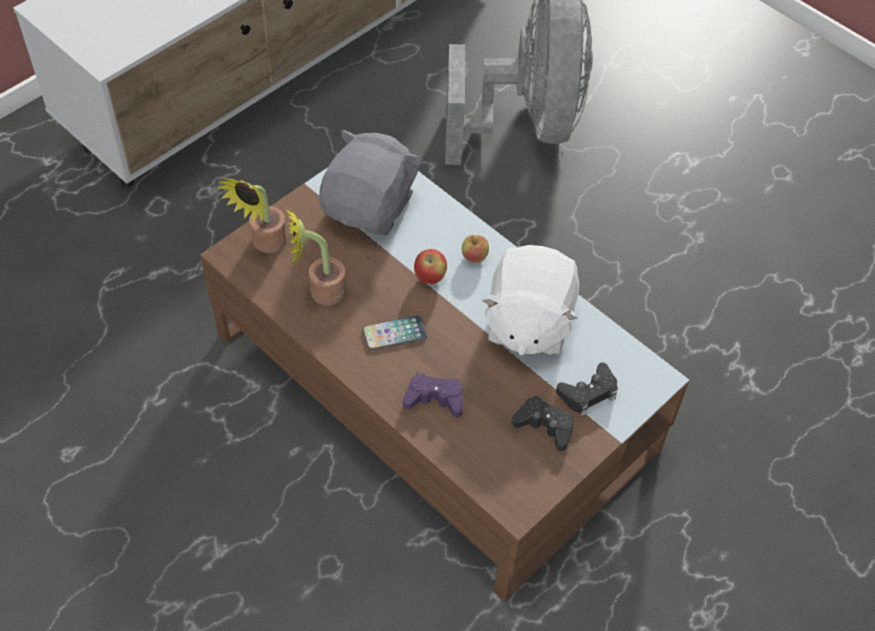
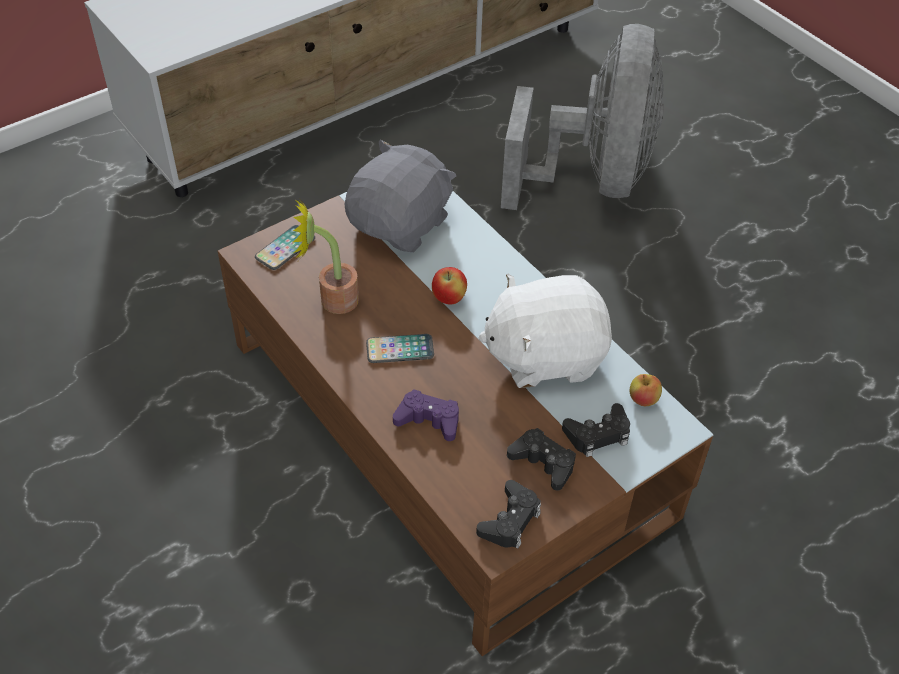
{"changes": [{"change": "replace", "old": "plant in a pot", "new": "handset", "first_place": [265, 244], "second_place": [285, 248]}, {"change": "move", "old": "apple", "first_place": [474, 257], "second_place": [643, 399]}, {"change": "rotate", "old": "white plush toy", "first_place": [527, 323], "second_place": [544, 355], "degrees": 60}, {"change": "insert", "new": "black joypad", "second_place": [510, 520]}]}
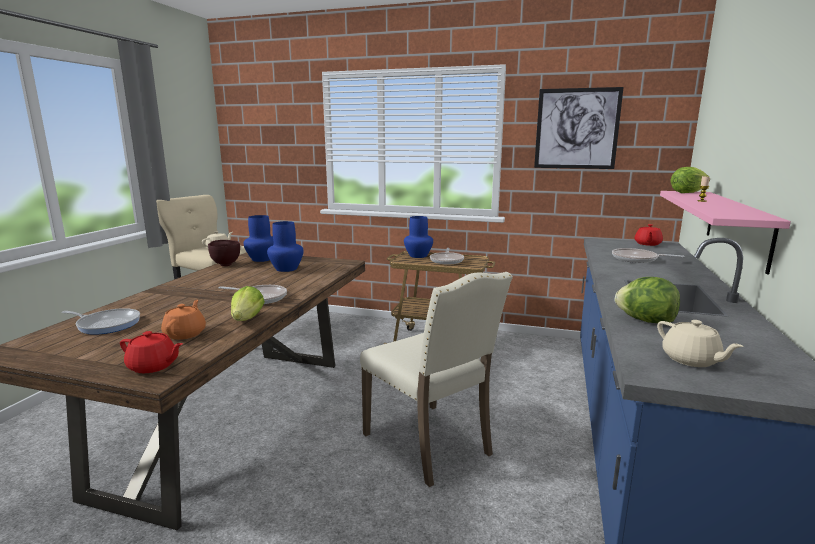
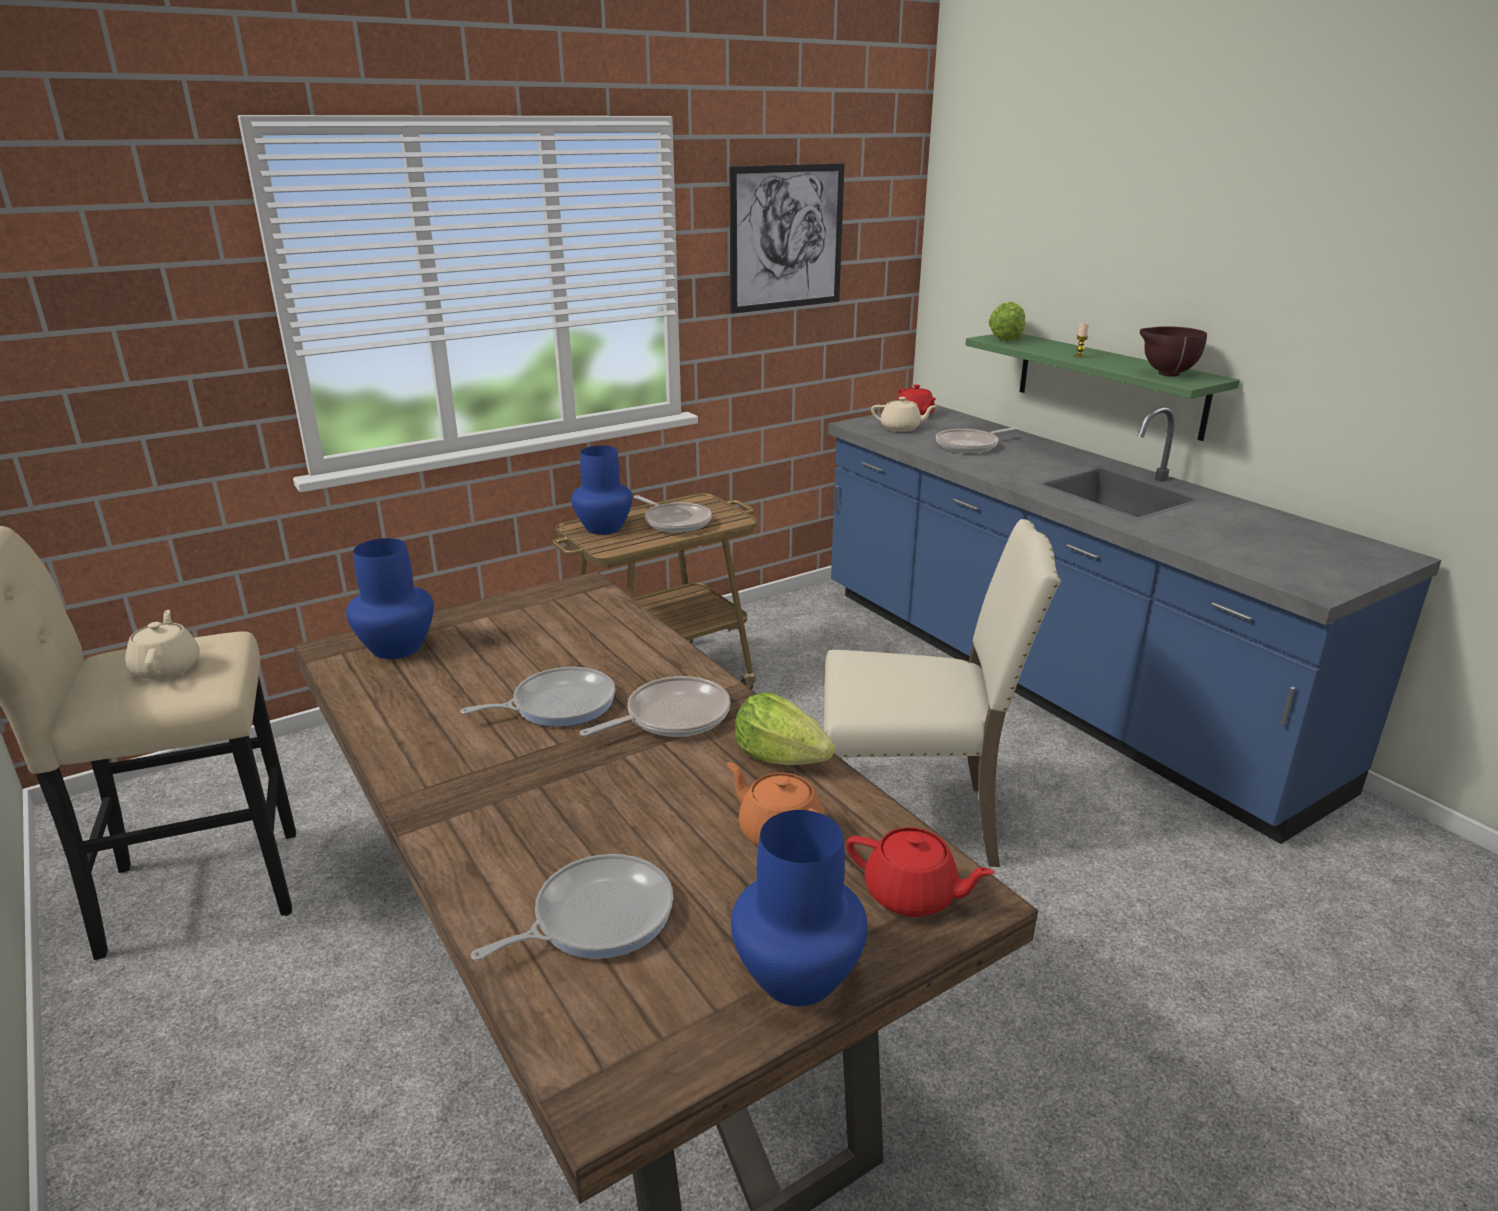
{"changes": [{"change": "recolor", "old": "pink-coloured shelf", "new": "green-coloured shelf", "first_place": [737, 227], "second_place": [1109, 383]}, {"change": "move", "old": "blue-coloured decorative vase", "first_place": [287, 269], "second_place": [798, 974]}, {"change": "move", "old": "brown bowl", "first_place": [225, 264], "second_place": [1165, 374]}, {"change": "delete", "old": "lettuce head", "first_place": [645, 321]}, {"change": "move", "old": "beige-coloured teapot", "first_place": [691, 360], "second_place": [901, 428]}, {"change": "rotate", "old": "red-coloured teapot", "first_place": [153, 366], "second_place": [912, 895], "degrees": 60}, {"change": "insert", "new": "skillet", "second_place": [558, 704]}]}
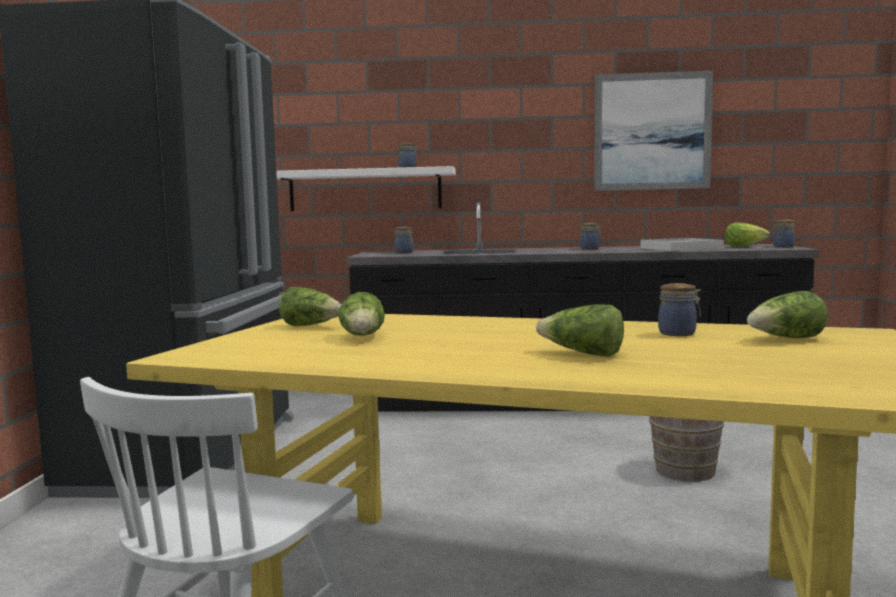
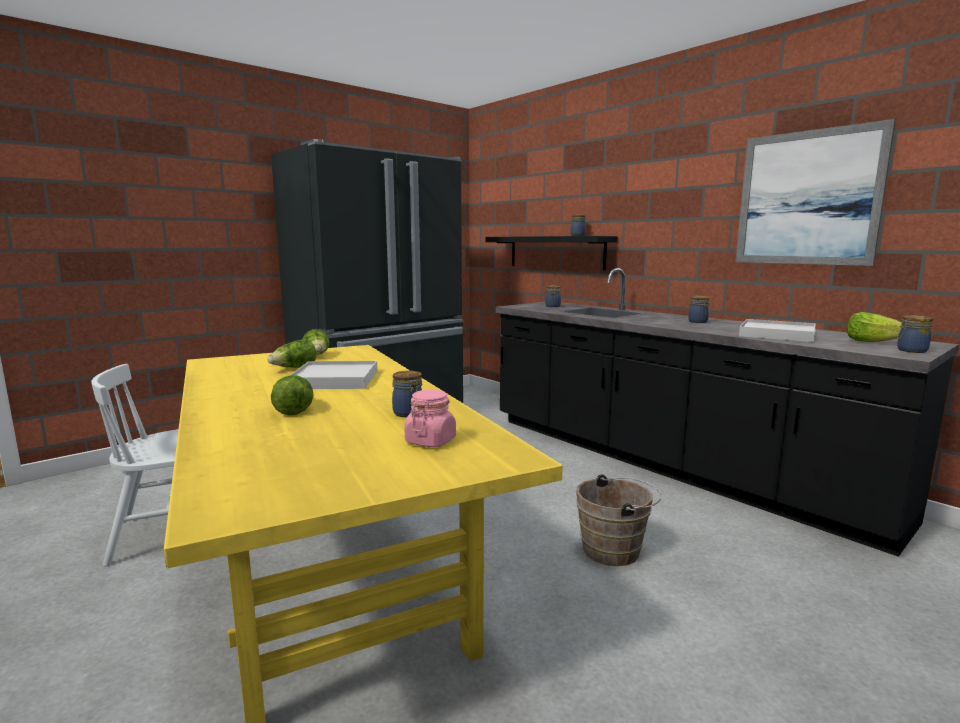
{"changes": [{"change": "recolor", "old": "white shelf", "new": "black shelf", "first_place": [365, 190], "second_place": [555, 252]}, {"change": "replace", "old": "lettuce head", "new": "pink-coloured preserve jar", "first_place": [786, 339], "second_place": [430, 441]}, {"change": "insert", "new": "white serving tray", "second_place": [335, 379]}]}
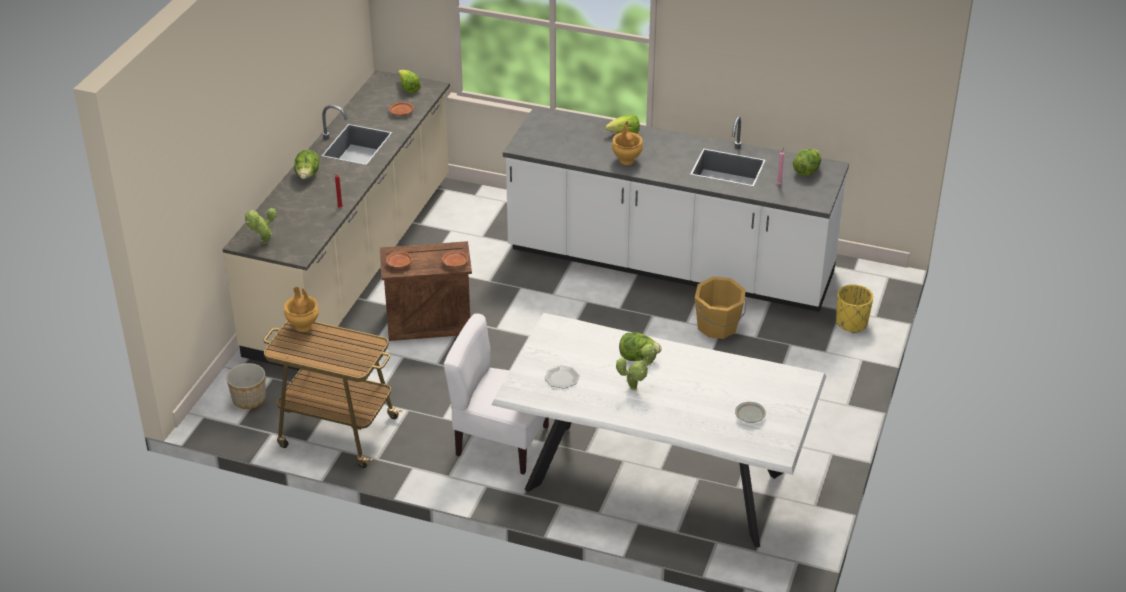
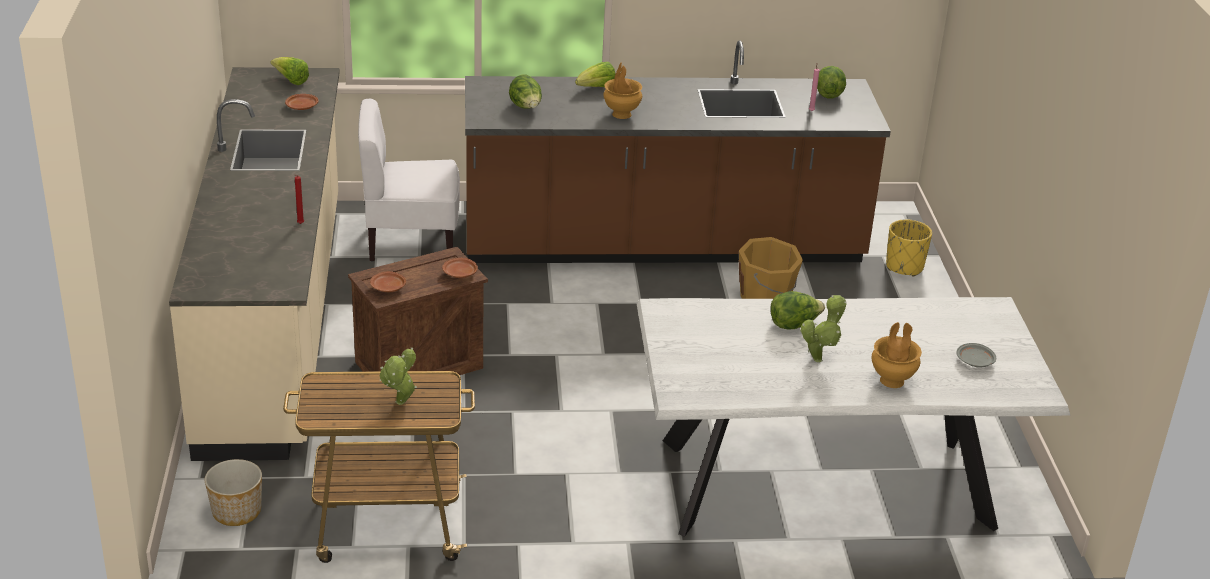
{"changes": [{"change": "recolor", "old": "white counter", "new": "brown counter", "first_place": [670, 264], "second_place": [663, 245]}, {"change": "move", "old": "lettuce head", "first_place": [307, 176], "second_place": [526, 108]}, {"change": "move", "old": "plant in a pot", "first_place": [263, 243], "second_place": [400, 404]}, {"change": "move", "old": "brown decorative vase", "first_place": [303, 326], "second_place": [892, 380]}, {"change": "move", "old": "white plain chair", "first_place": [501, 442], "second_place": [411, 243]}, {"change": "delete", "old": "dinner plate", "first_place": [562, 378]}]}
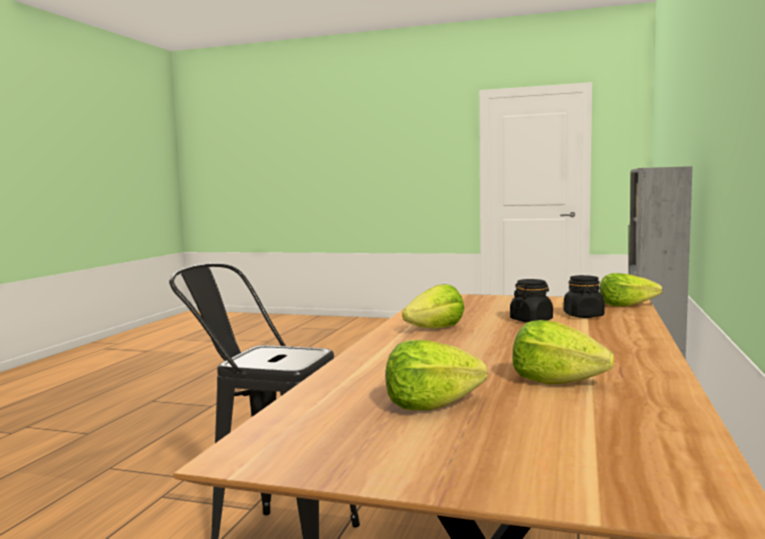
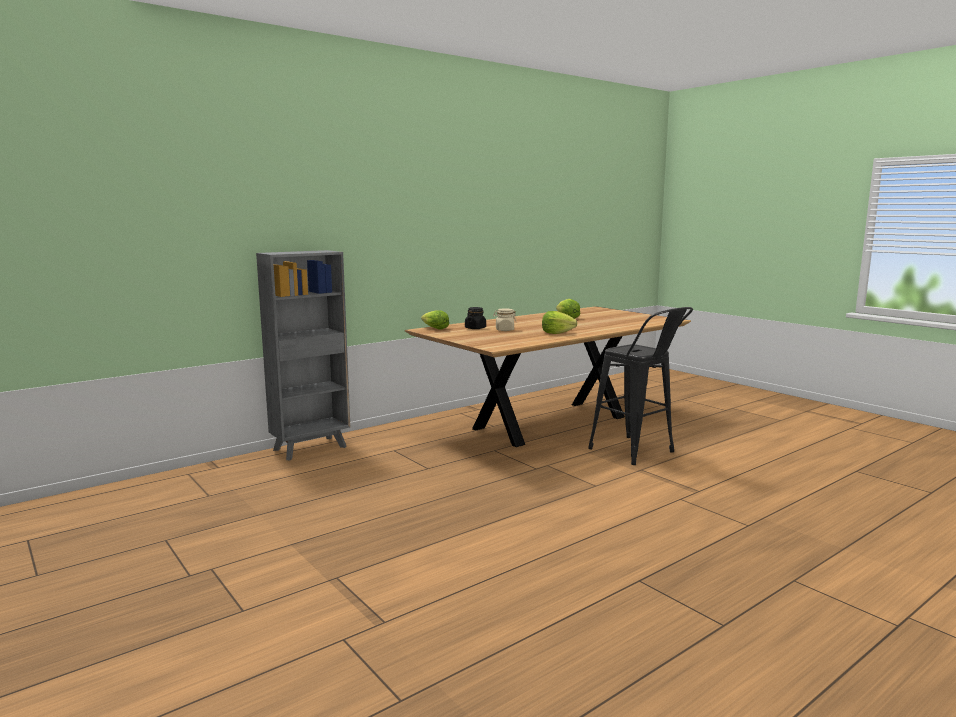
{"changes": [{"change": "recolor", "old": "black preserve jar", "new": "beige-coloured preserve jar", "first_place": [531, 320], "second_place": [504, 330]}, {"change": "delete", "old": "lettuce head", "first_place": [431, 405]}]}
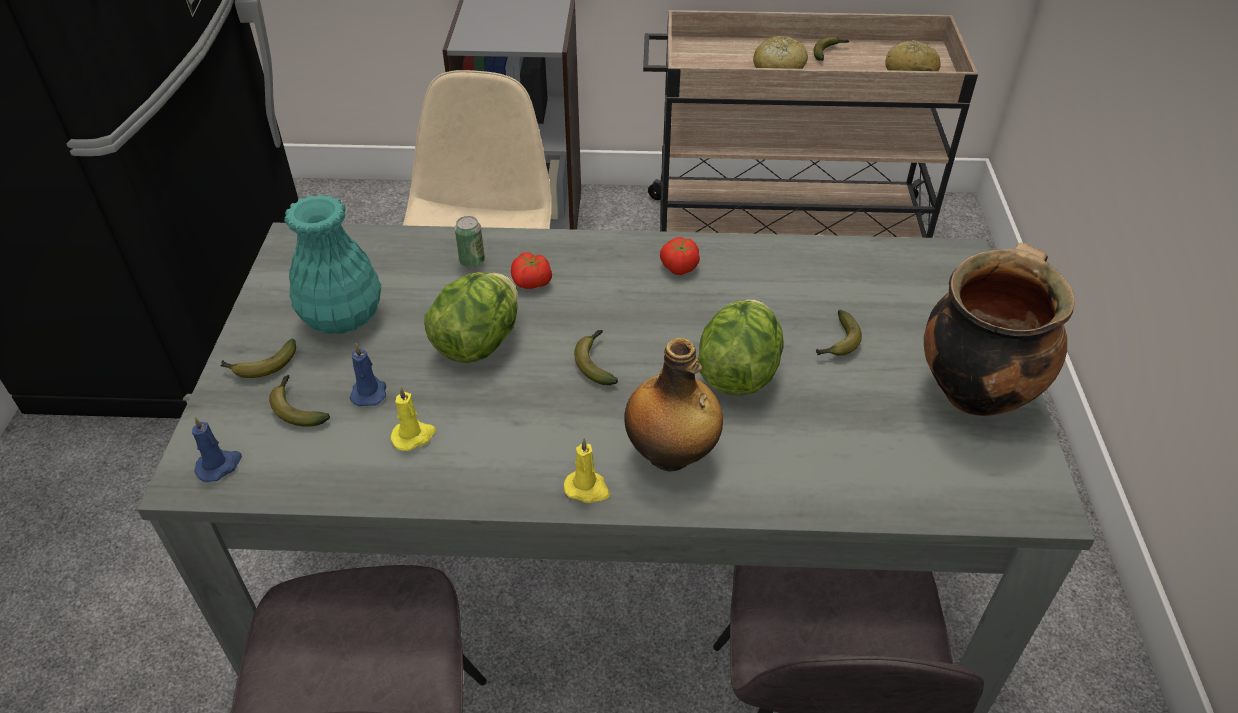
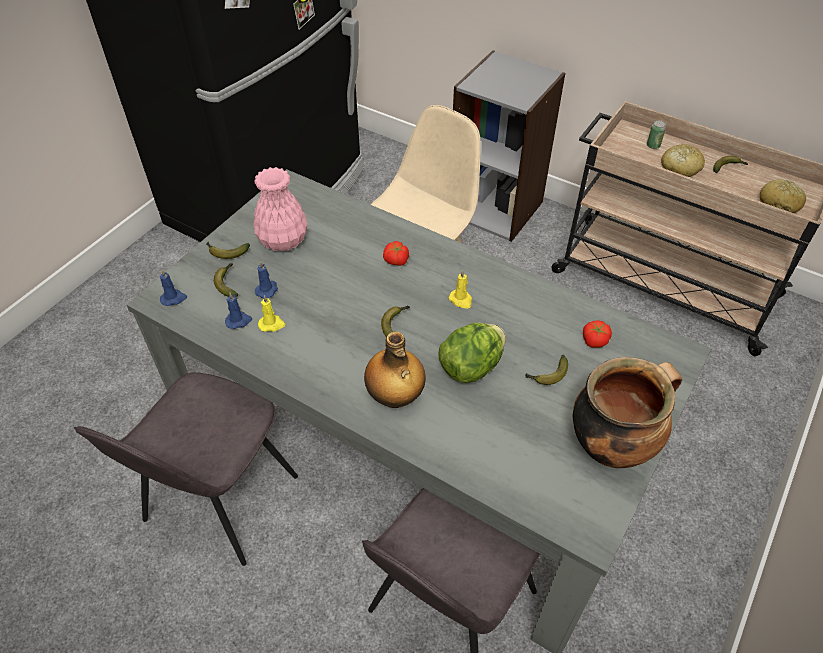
{"changes": [{"change": "recolor", "old": "turquoise decorative vase", "new": "pink-coloured decorative vase", "first_place": [344, 316], "second_place": [284, 240]}, {"change": "move", "old": "metal can", "first_place": [472, 261], "second_place": [653, 145]}, {"change": "move", "old": "fresh tomato", "first_place": [679, 266], "second_place": [594, 340]}, {"change": "delete", "old": "lettuce head", "first_place": [478, 342]}, {"change": "move", "old": "yellowish wax light", "first_place": [587, 489], "second_place": [461, 300]}, {"change": "insert", "new": "blue-coloured wax light", "second_place": [239, 321]}]}
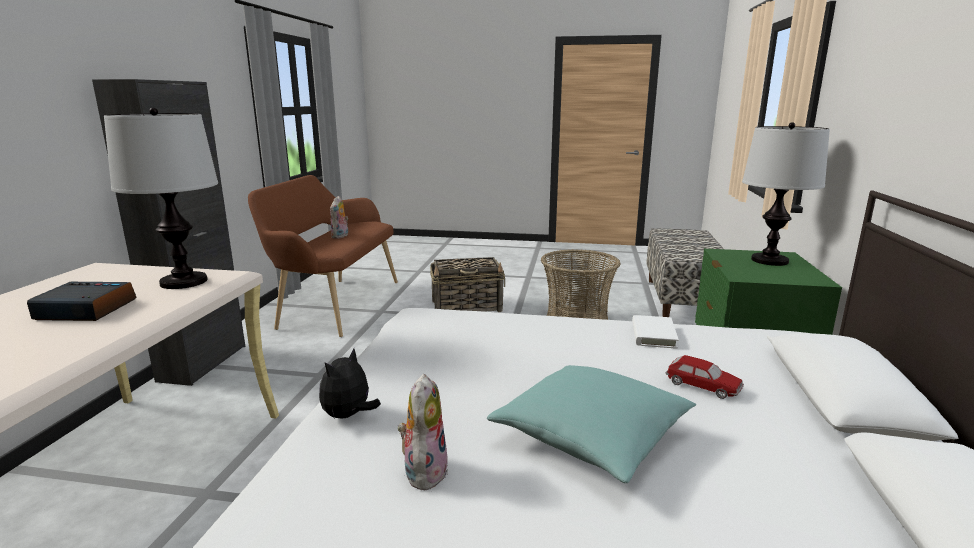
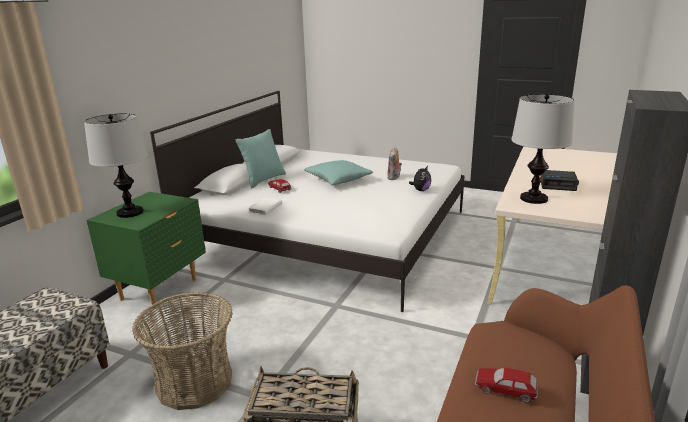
{"changes": [{"change": "replace", "old": "plush toy", "new": "toy car", "first_place": [340, 236], "second_place": [505, 389]}, {"change": "insert", "new": "turquoise throw pillow", "second_place": [263, 180]}]}
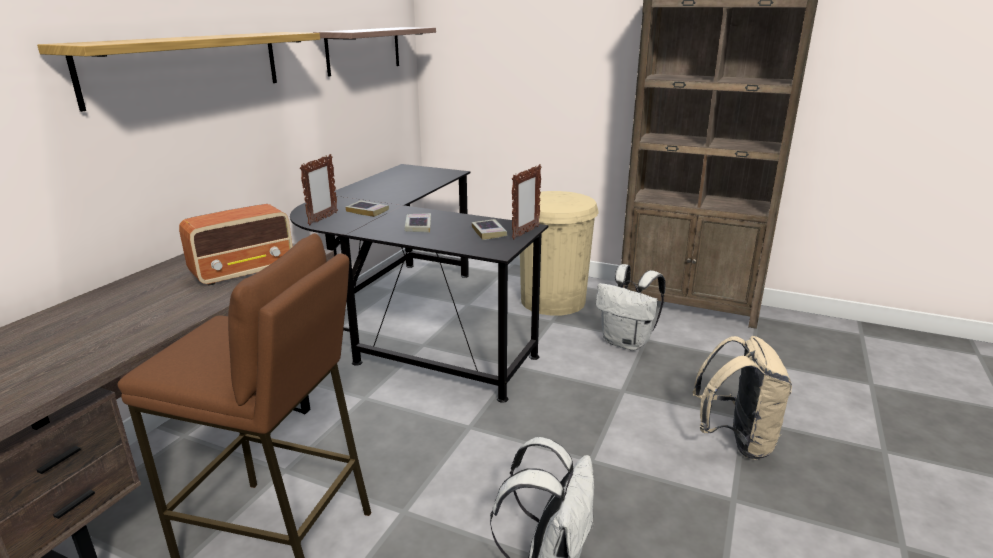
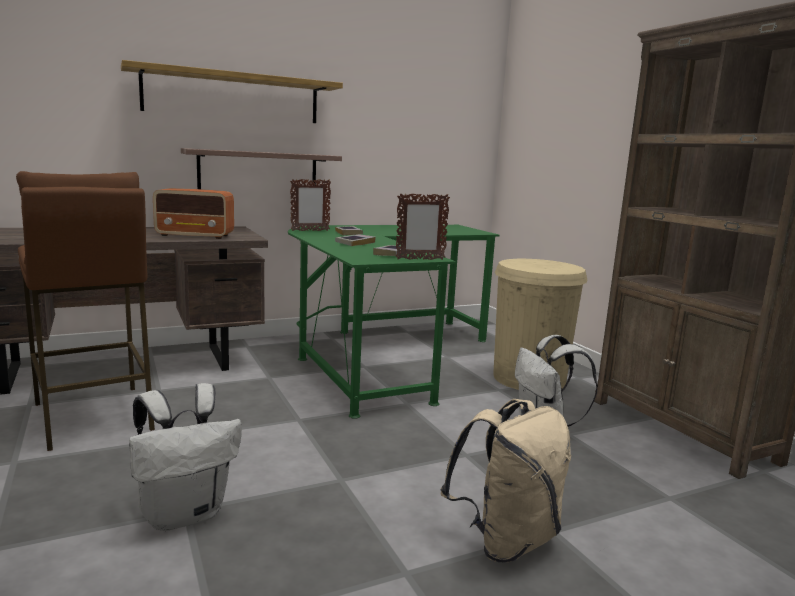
{"changes": [{"change": "move", "old": "shelf", "first_place": [364, 50], "second_place": [258, 171]}, {"change": "recolor", "old": "black desk unit", "new": "green-coloured desk unit", "first_place": [413, 325], "second_place": [380, 354]}]}
